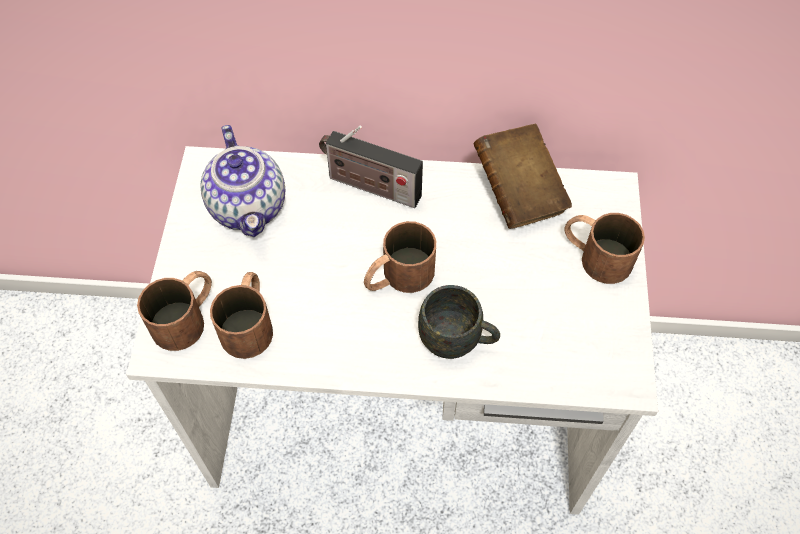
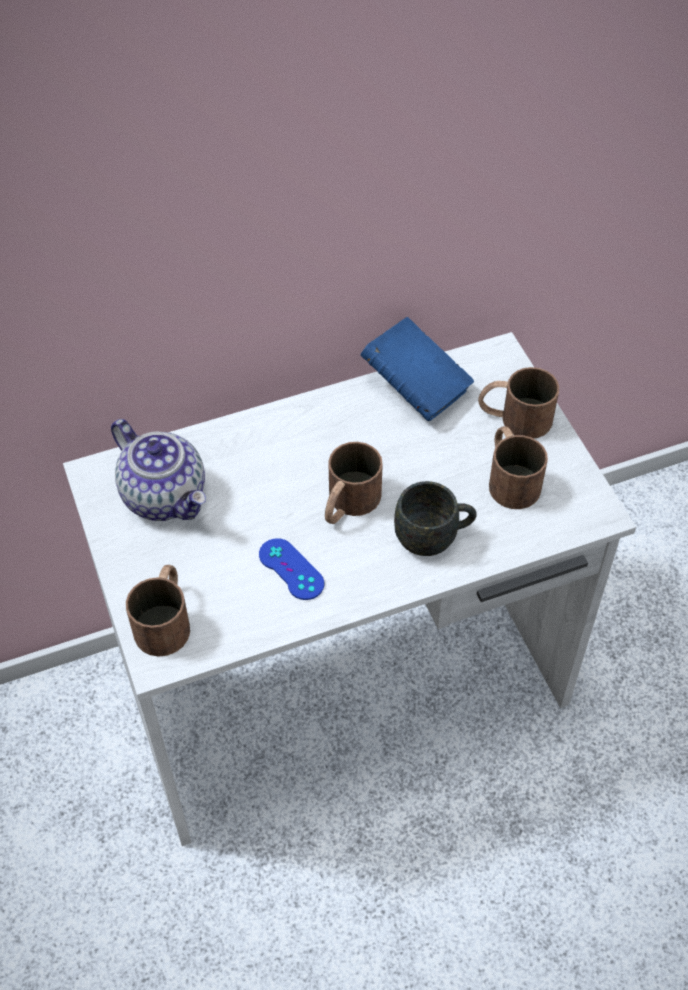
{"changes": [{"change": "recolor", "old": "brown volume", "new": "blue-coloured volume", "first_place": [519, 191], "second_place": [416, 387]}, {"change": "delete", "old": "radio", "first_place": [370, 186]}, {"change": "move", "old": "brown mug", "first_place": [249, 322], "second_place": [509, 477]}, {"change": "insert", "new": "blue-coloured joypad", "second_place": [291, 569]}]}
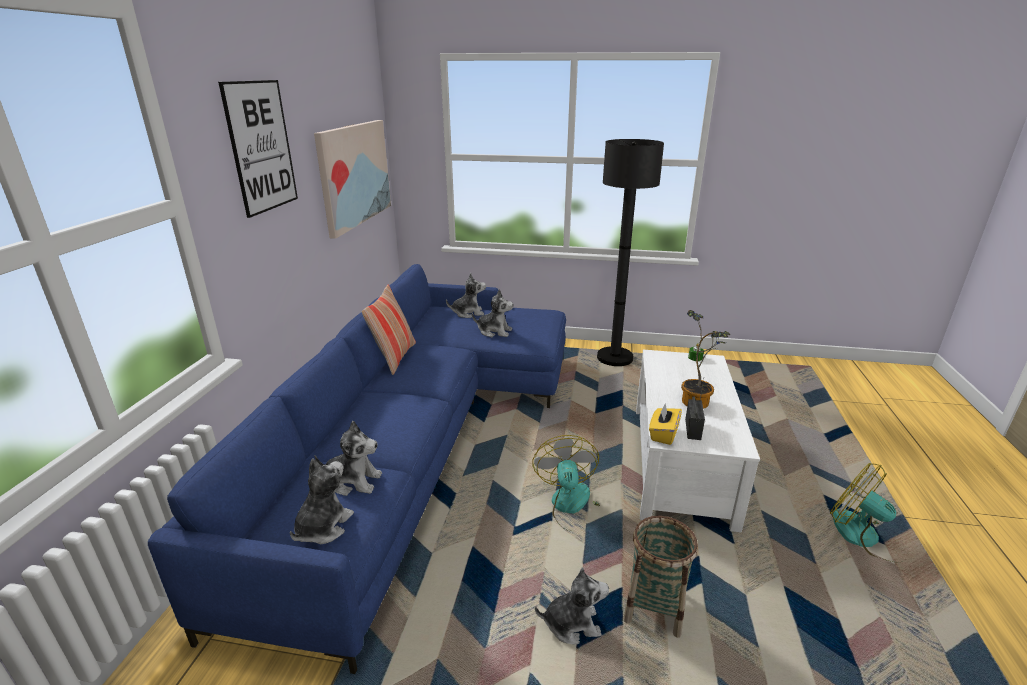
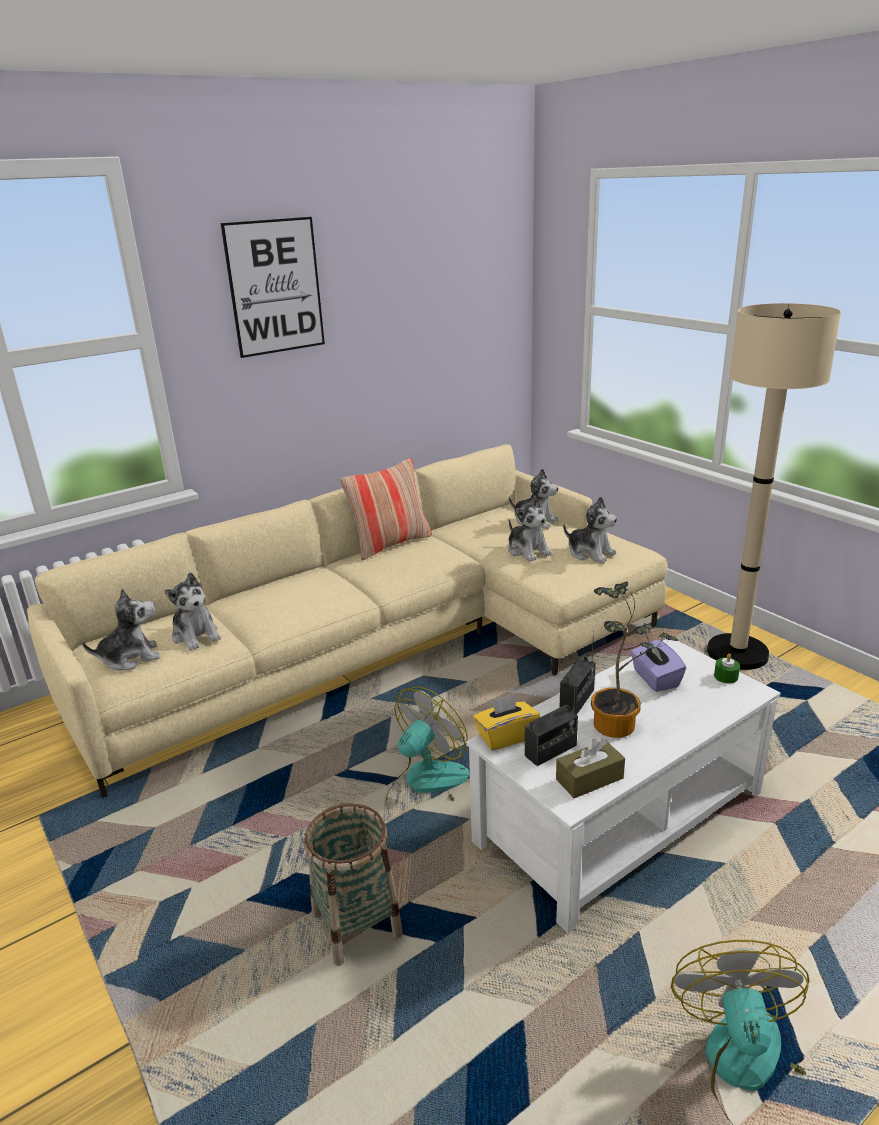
{"changes": [{"change": "delete", "old": "picture", "first_place": [354, 174]}, {"change": "recolor", "old": "black standing lamp", "new": "beige-coloured standing lamp", "first_place": [615, 358], "second_place": [737, 654]}, {"change": "recolor", "old": "blue-coloured settee", "new": "beige-coloured settee", "first_place": [422, 438], "second_place": [388, 646]}, {"change": "move", "old": "plush toy", "first_place": [572, 624], "second_place": [590, 553]}, {"change": "insert", "new": "radio", "second_place": [577, 700]}, {"change": "insert", "new": "purple-coloured tissue holder", "second_place": [655, 679]}, {"change": "insert", "new": "brown tissue holder", "second_place": [589, 779]}]}
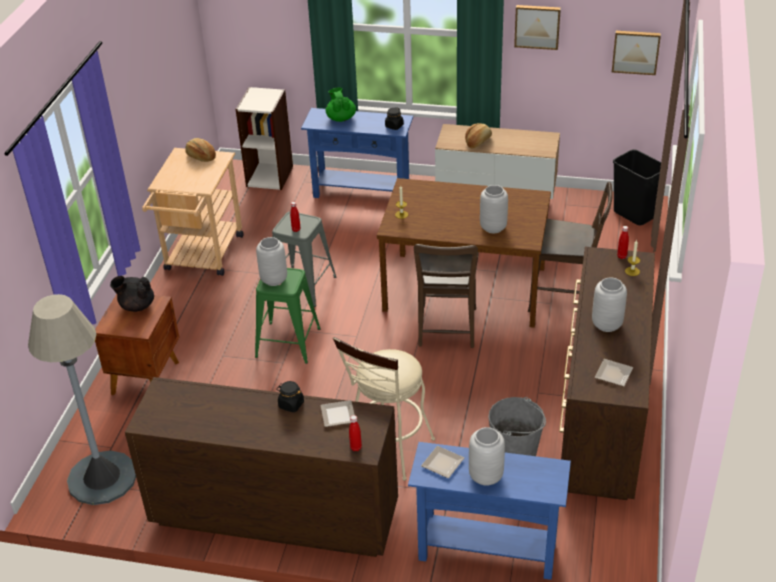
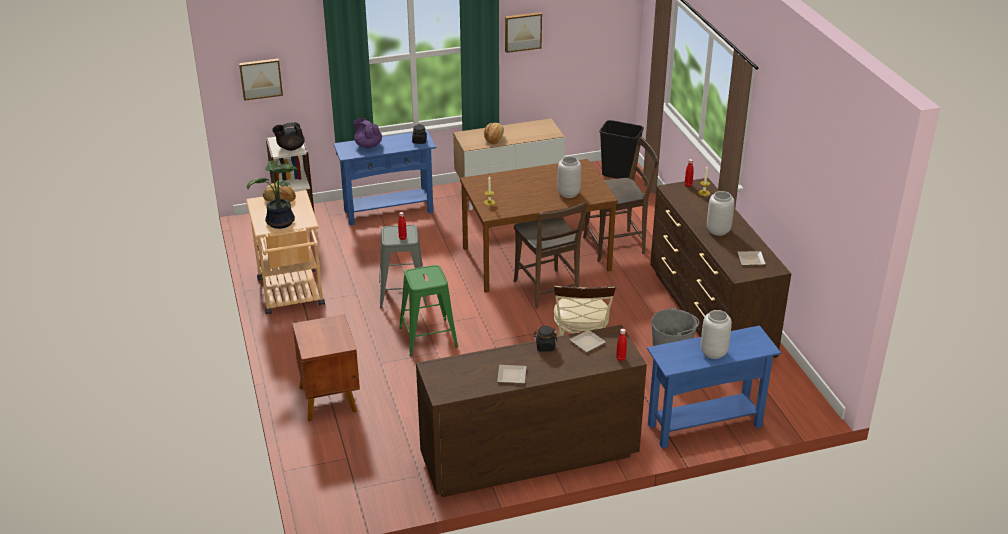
{"changes": [{"change": "move", "old": "picture", "first_place": [635, 51], "second_place": [260, 78]}, {"change": "recolor", "old": "green-coloured teapot", "new": "purple-coloured teapot", "first_place": [341, 118], "second_place": [368, 145]}, {"change": "delete", "old": "grey decorative vase", "first_place": [274, 280]}, {"change": "move", "old": "black teapot", "first_place": [136, 306], "second_place": [290, 148]}, {"change": "delete", "old": "grey standing lamp", "first_place": [102, 478]}, {"change": "move", "old": "dinner plate", "first_place": [442, 462], "second_place": [511, 375]}, {"change": "insert", "new": "plant in a pot", "second_place": [280, 223]}]}
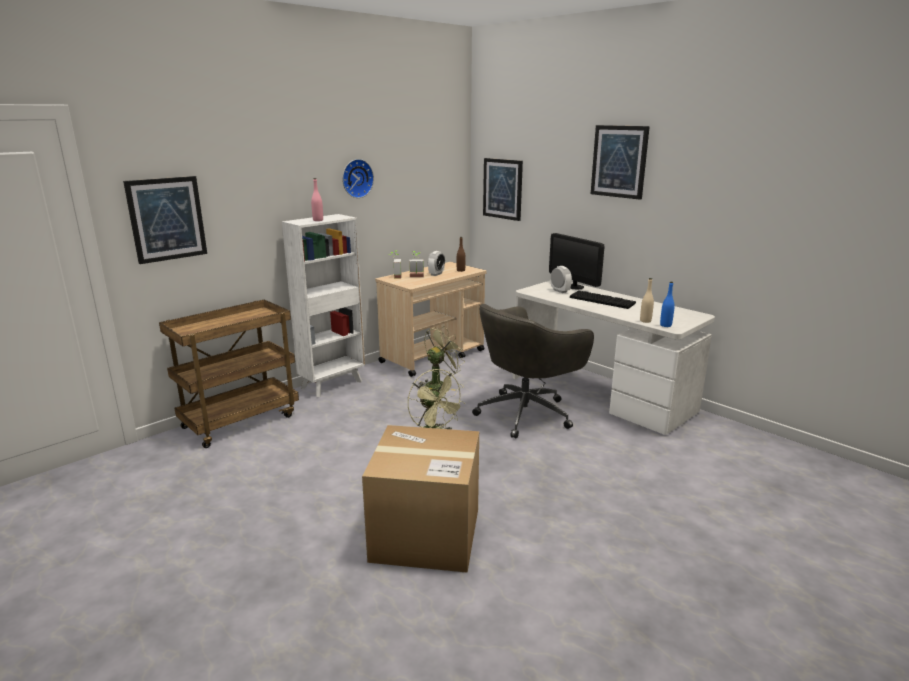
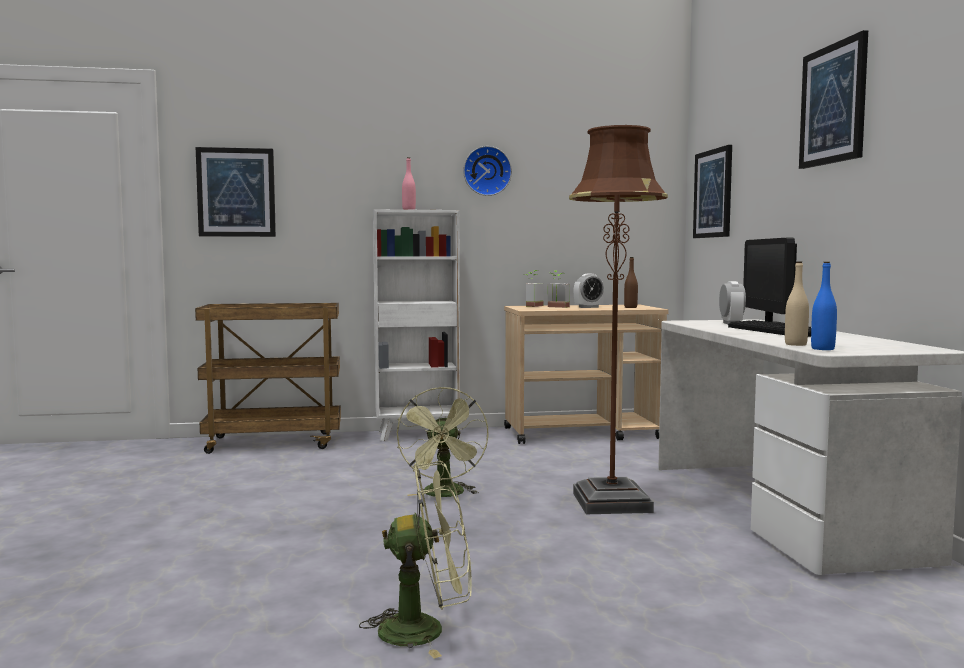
{"changes": [{"change": "replace", "old": "grey office chair", "new": "brown standing lamp", "first_place": [526, 413], "second_place": [611, 502]}, {"change": "move", "old": "green-coloured fan", "first_place": [439, 385], "second_place": [426, 629]}, {"change": "delete", "old": "packing box", "first_place": [426, 534]}]}
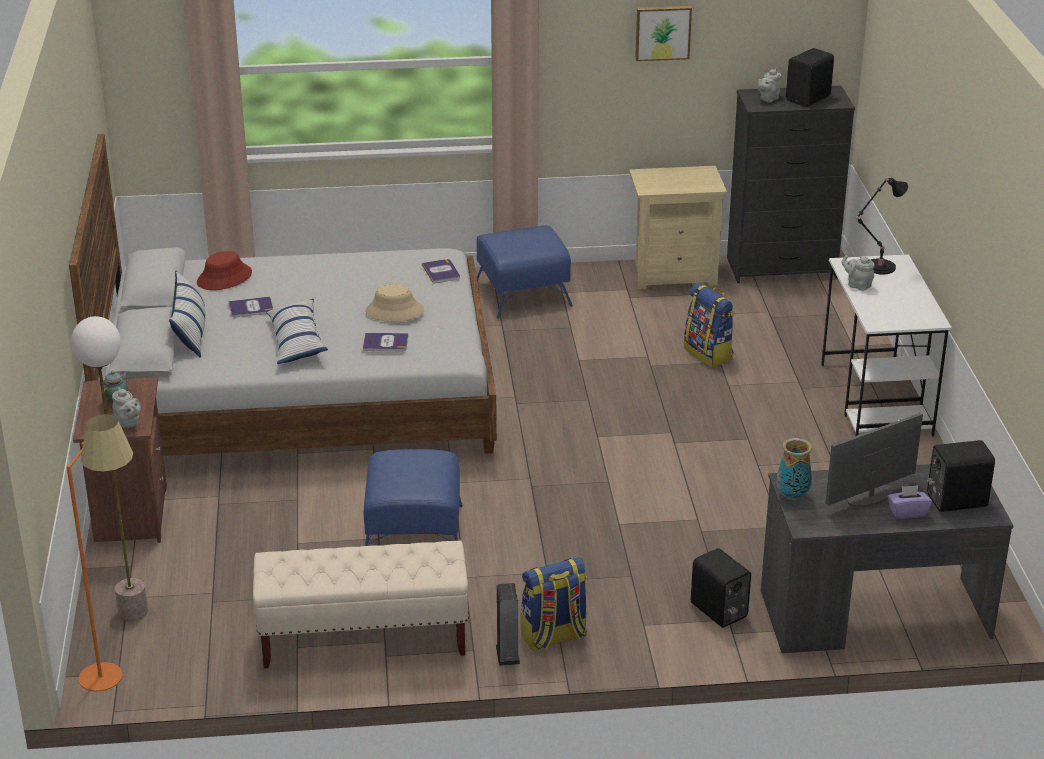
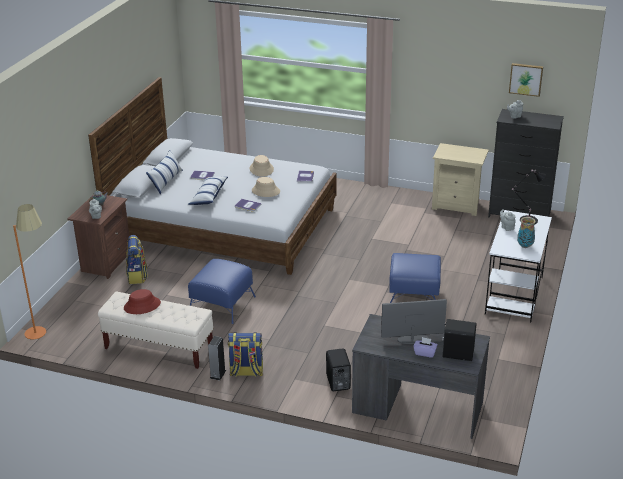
{"changes": [{"change": "move", "old": "picture", "first_place": [662, 32], "second_place": [526, 79]}, {"change": "delete", "old": "black audio speaker", "first_place": [809, 99]}, {"change": "move", "old": "blue-coloured footrest", "first_place": [523, 293], "second_place": [414, 294]}, {"change": "move", "old": "red-coloured hat", "first_place": [224, 278], "second_place": [142, 306]}, {"change": "move", "old": "rucksack", "first_place": [709, 354], "second_place": [137, 276]}, {"change": "delete", "old": "standing lamp", "first_place": [133, 612]}, {"change": "move", "old": "decorative vase", "first_place": [793, 496], "second_place": [525, 246]}, {"change": "insert", "new": "beige-coloured hat", "second_place": [261, 169]}]}
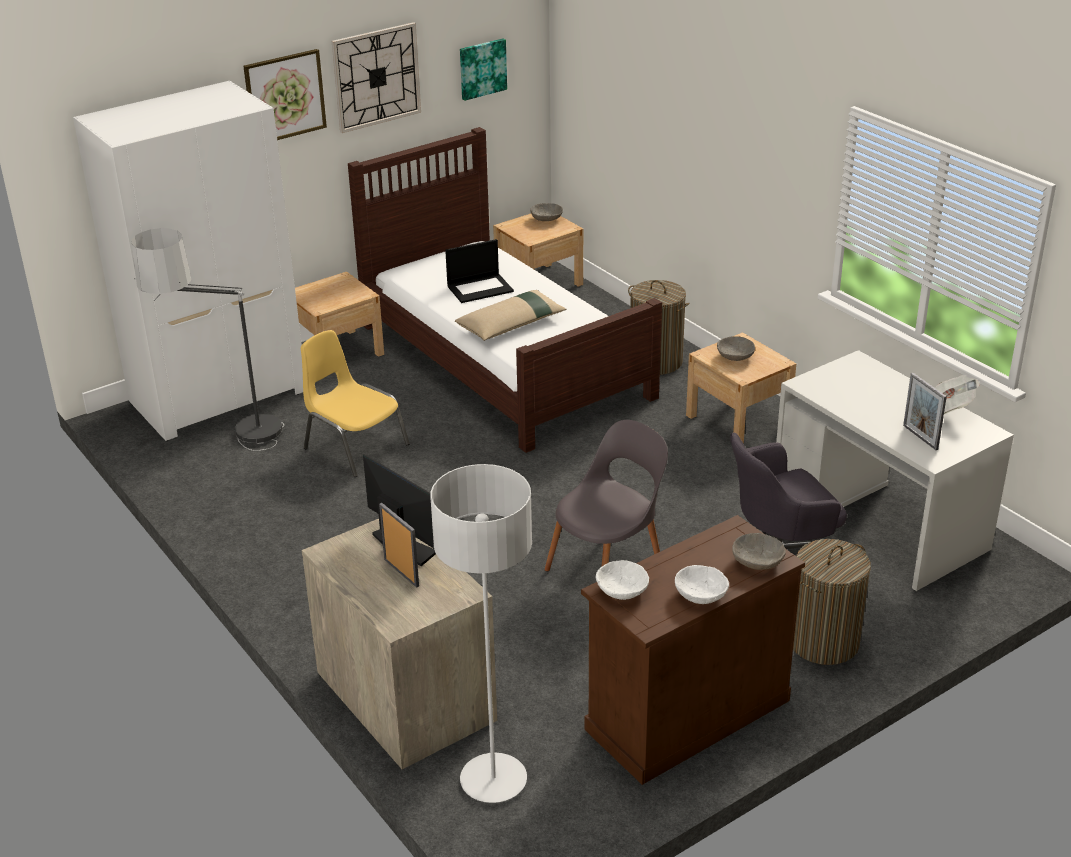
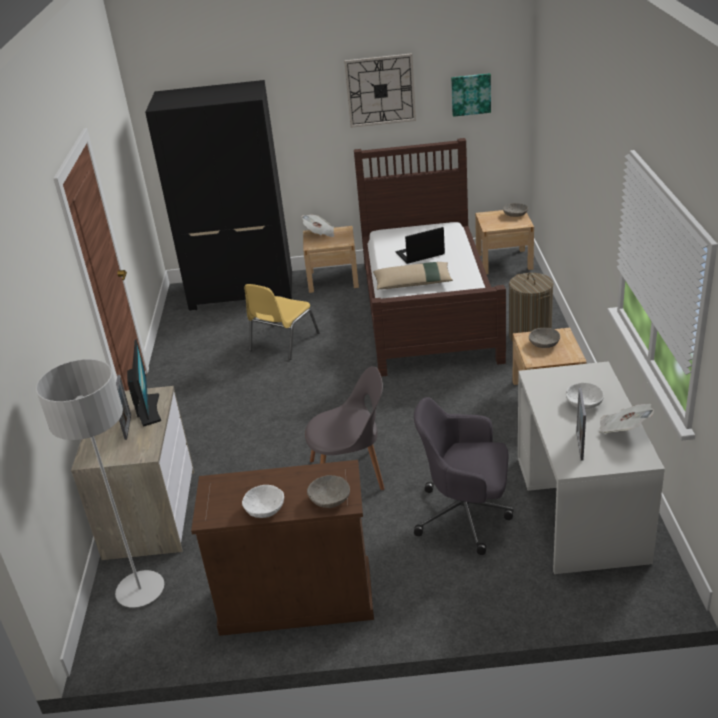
{"changes": [{"change": "delete", "old": "picture", "first_place": [285, 96]}, {"change": "recolor", "old": "white armoire", "new": "black armoire", "first_place": [219, 395], "second_place": [243, 290]}, {"change": "delete", "old": "standing lamp", "first_place": [230, 449]}, {"change": "rotate", "old": "portable computer", "first_place": [480, 288], "second_place": [419, 254], "degrees": 150}, {"change": "rotate", "old": "yellowish plain chair", "first_place": [354, 446], "second_place": [283, 342], "degrees": -135}, {"change": "delete", "old": "laundry basket", "first_place": [823, 642]}, {"change": "move", "old": "white bowl", "first_place": [622, 590], "second_place": [584, 403]}, {"change": "insert", "new": "newspaper", "second_place": [320, 234]}]}
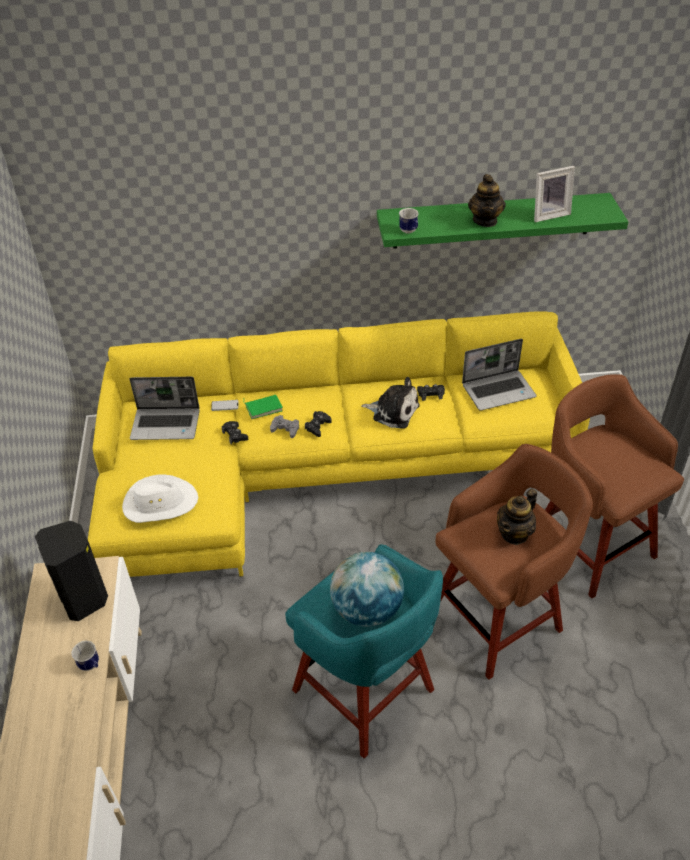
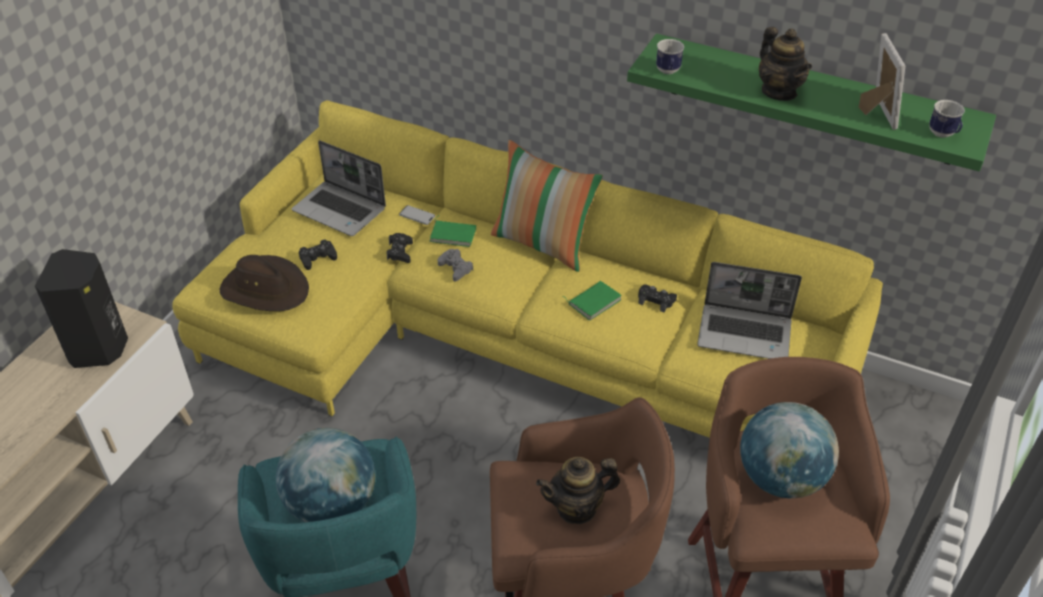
{"changes": [{"change": "rotate", "old": "picture frame", "first_place": [548, 214], "second_place": [874, 113], "degrees": -105}, {"change": "rotate", "old": "teapot", "first_place": [485, 220], "second_place": [779, 91], "degrees": -60}, {"change": "replace", "old": "plush toy", "new": "green-coloured volume", "first_place": [393, 411], "second_place": [593, 301]}, {"change": "move", "old": "black joypad", "first_place": [317, 426], "second_place": [318, 258]}, {"change": "recolor", "old": "white hat", "new": "brown hat", "first_place": [160, 502], "second_place": [265, 289]}, {"change": "move", "old": "mug", "first_place": [91, 665], "second_place": [943, 135]}, {"change": "insert", "new": "throw pillow", "second_place": [543, 244]}, {"change": "insert", "new": "world globe", "second_place": [781, 478]}]}
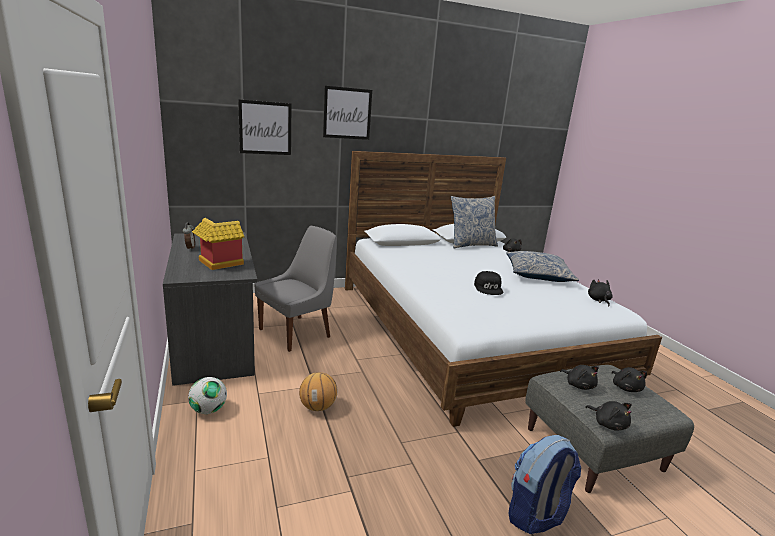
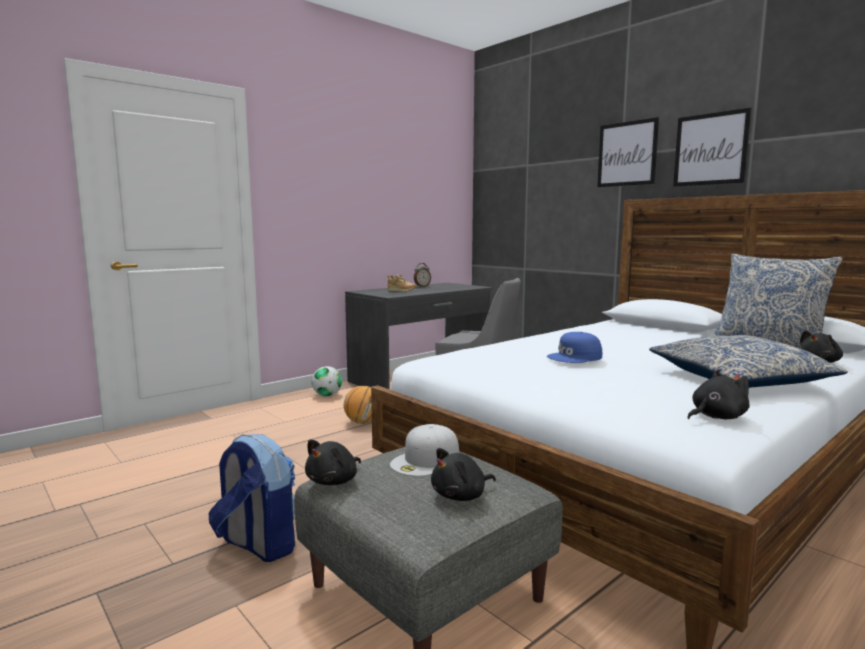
{"changes": [{"change": "move", "old": "picture", "first_place": [265, 128], "second_place": [710, 149]}, {"change": "replace", "old": "toy house", "new": "beige-coloured shoe", "first_place": [217, 264], "second_place": [401, 291]}, {"change": "recolor", "old": "black baseball cap", "new": "blue-coloured baseball cap", "first_place": [489, 288], "second_place": [575, 357]}, {"change": "replace", "old": "black plush toy", "new": "white baseball cap", "first_place": [578, 385], "second_place": [426, 460]}]}
